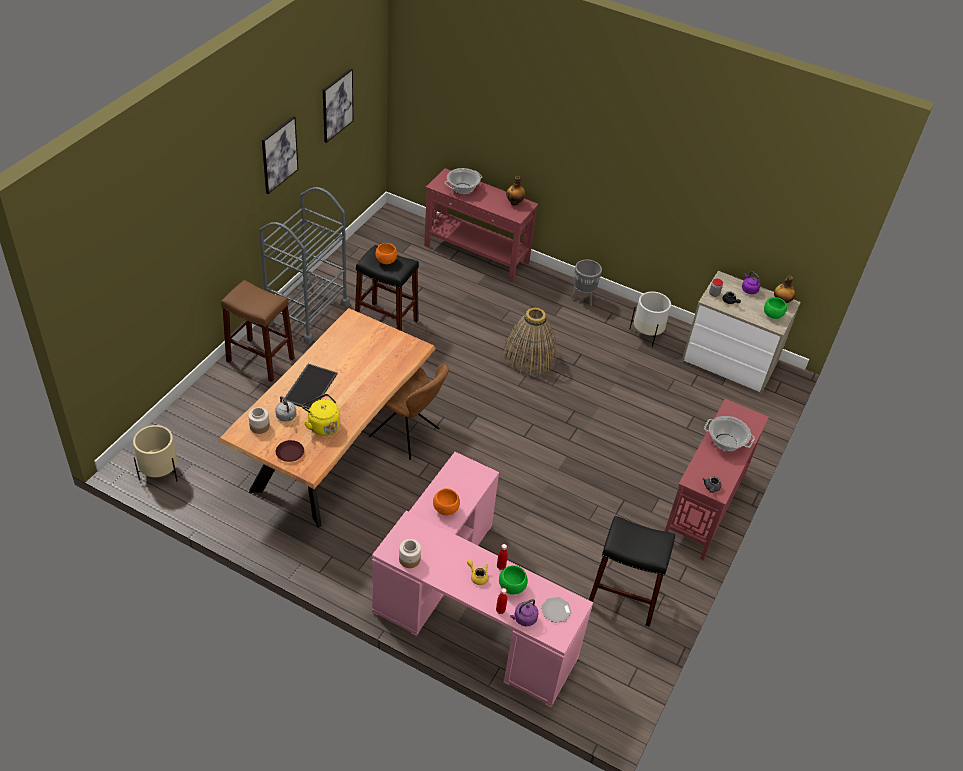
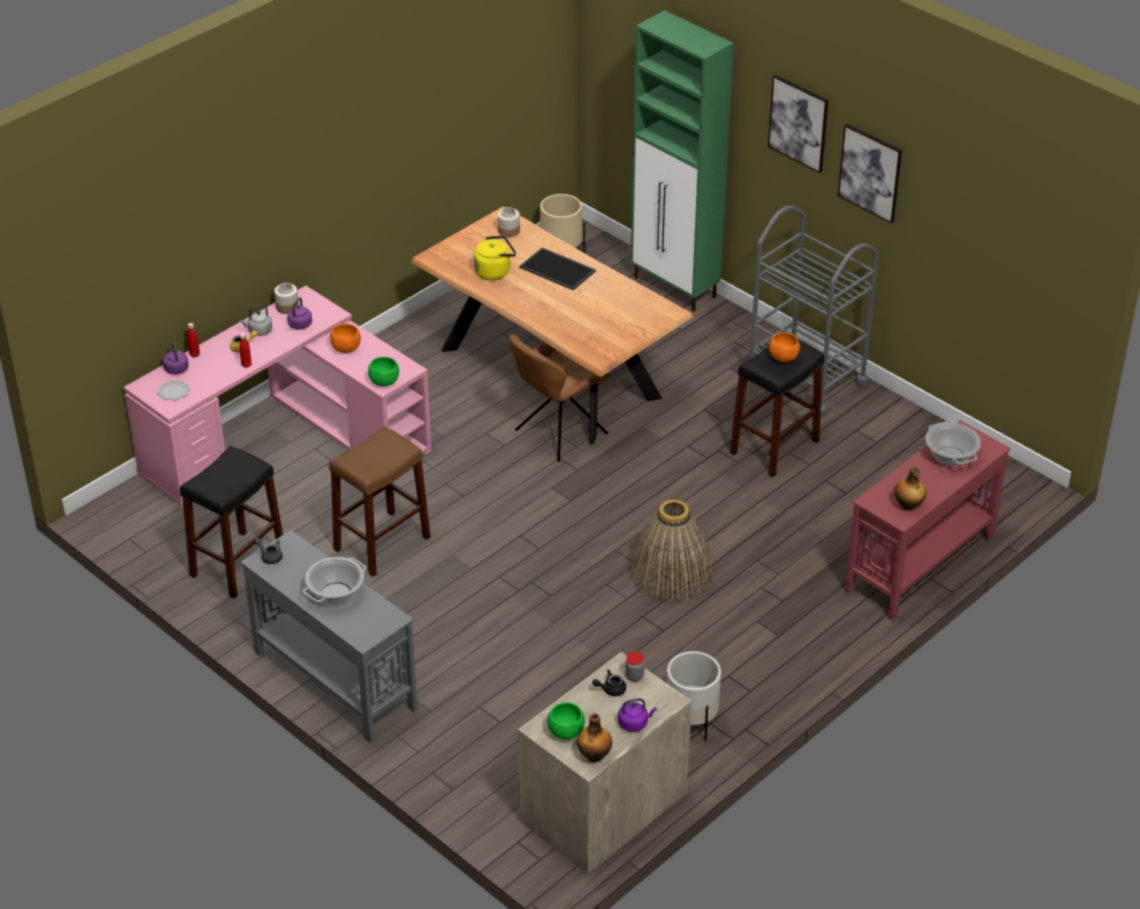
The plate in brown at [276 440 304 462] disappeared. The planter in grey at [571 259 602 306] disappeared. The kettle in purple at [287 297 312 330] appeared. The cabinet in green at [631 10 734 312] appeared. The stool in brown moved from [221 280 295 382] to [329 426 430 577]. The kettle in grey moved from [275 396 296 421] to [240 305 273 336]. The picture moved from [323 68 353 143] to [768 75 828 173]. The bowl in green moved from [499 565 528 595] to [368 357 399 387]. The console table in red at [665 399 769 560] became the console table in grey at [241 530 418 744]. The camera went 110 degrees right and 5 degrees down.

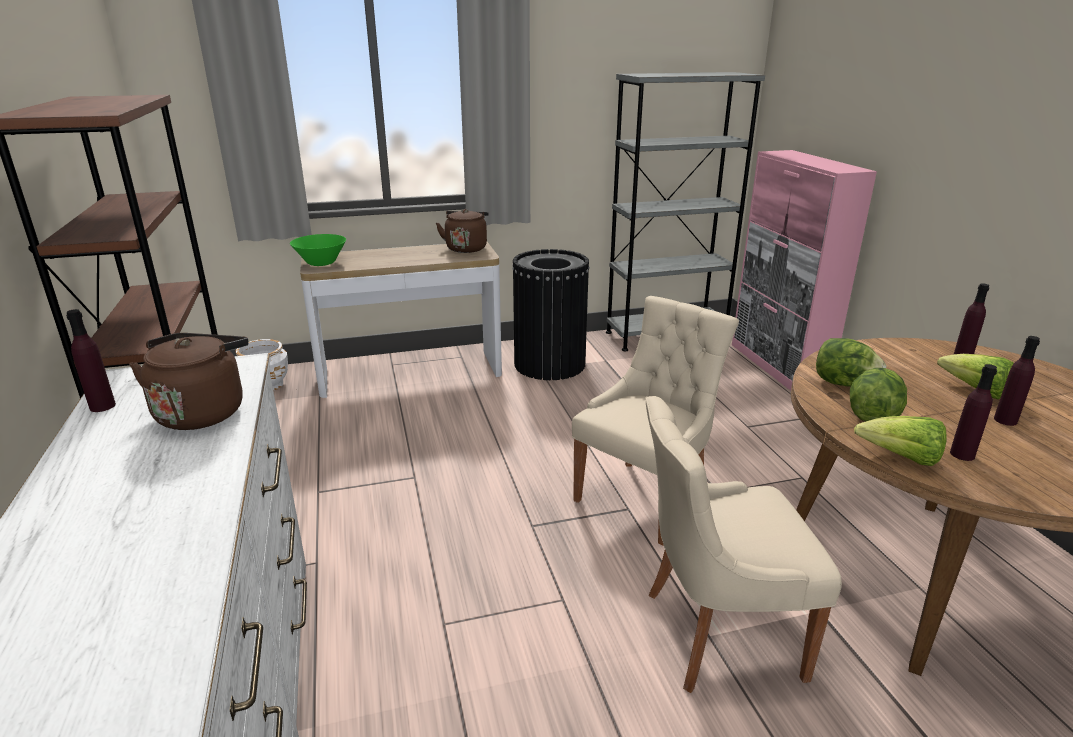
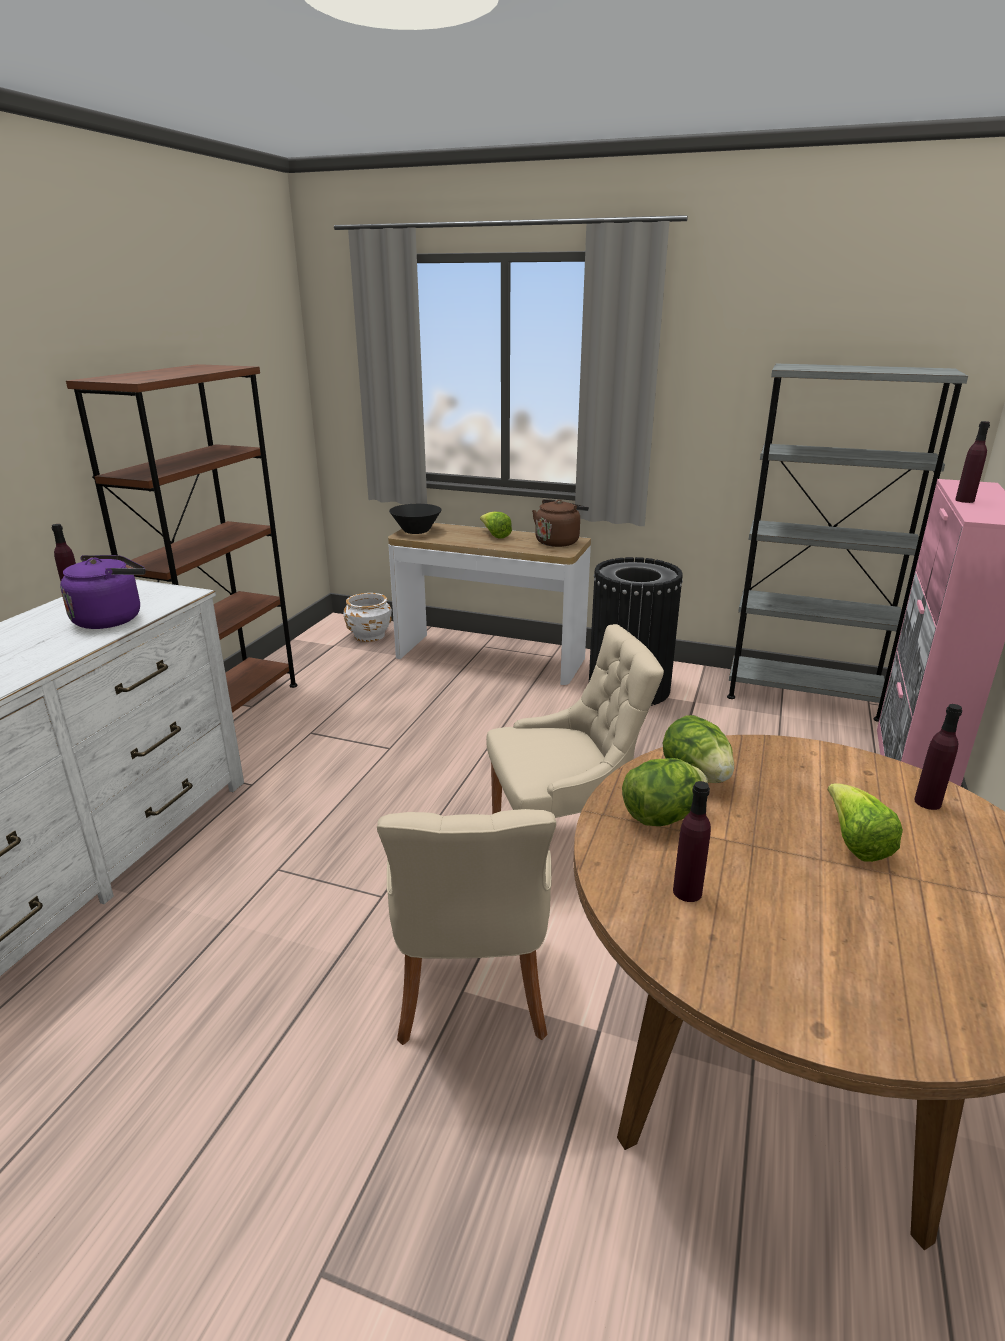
The lettuce moved from [854 416 947 466] to [480 512 512 539]. The bottle in purple moved from [994 336 1040 426] to [955 421 990 503]. The kettle in brown at [129 333 249 430] became the kettle in purple at [60 555 145 629]. The bowl in green at [290 234 346 266] became the bowl in black at [389 504 442 534]. The chair in beige at [645 396 842 693] turned 120 degrees counterclockwise. The camera went 35 degrees right and 0 degrees up.

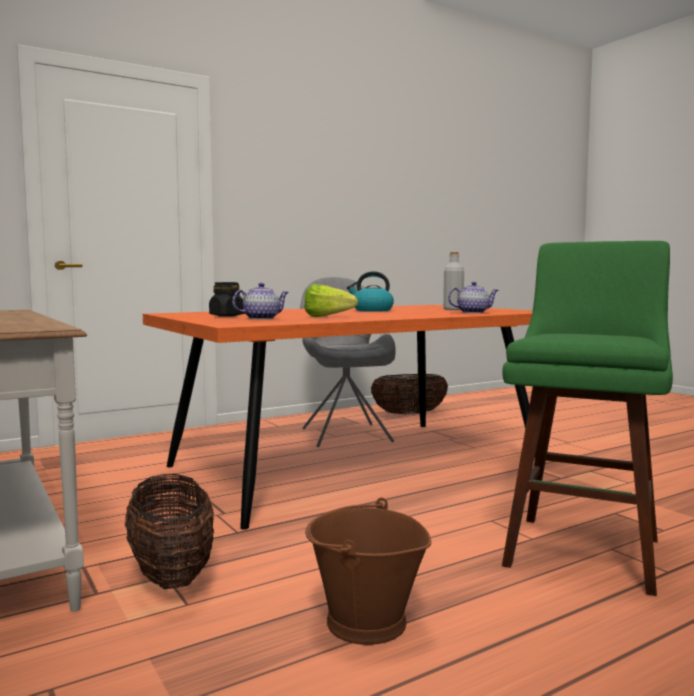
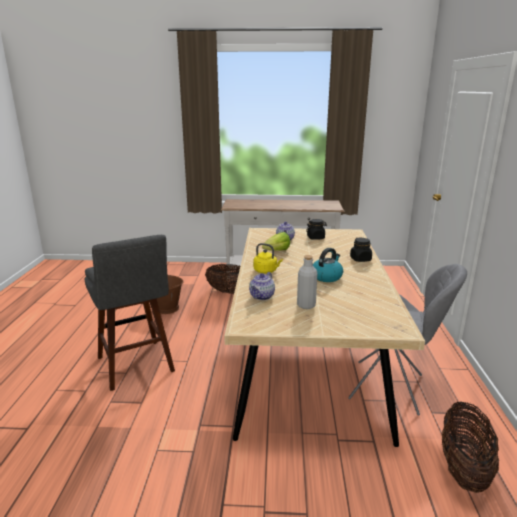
The kettle in yellow at [253 243 283 273] appeared. The jar in black at [350 238 372 262] appeared. The dining table in orange at [143 305 536 530] became the dining table in beige at [224 228 425 447]. The stool in green at [502 241 673 596] became the stool in grey at [85 235 175 391]. The camera went 125 degrees right and 15 degrees up.

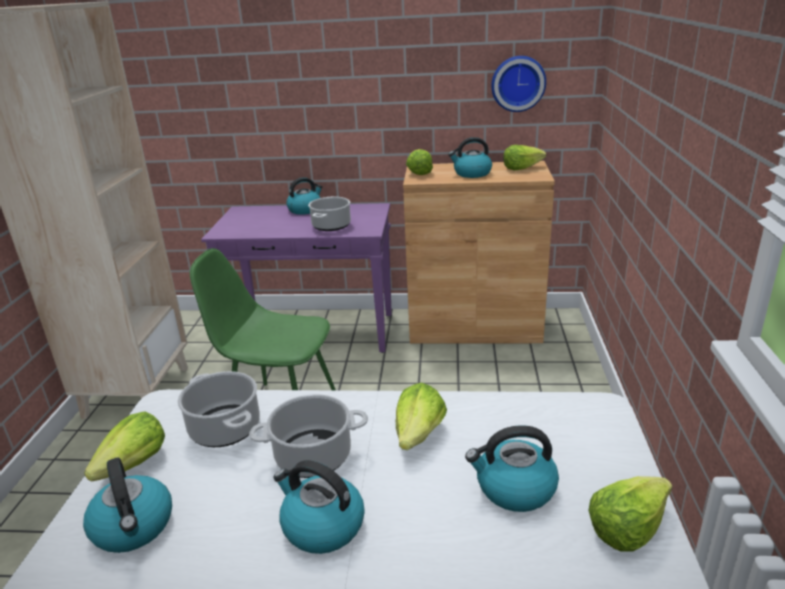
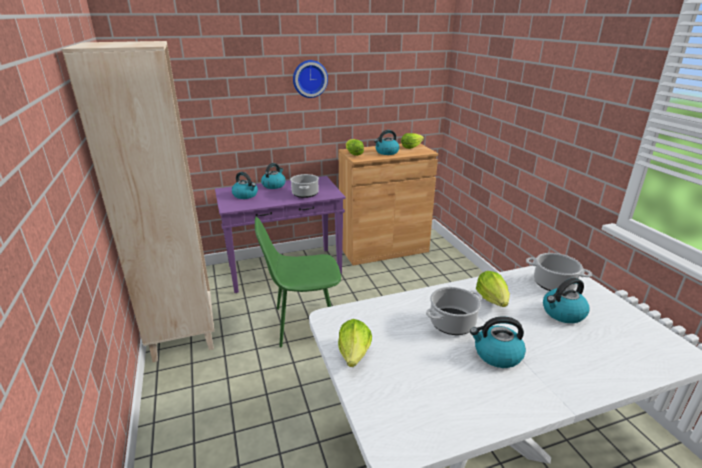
The lettuce at [588 476 672 552] disappeared. The kettle moved from [83 457 172 553] to [232 172 258 199]. The cooking pot moved from [178 371 260 447] to [526 253 592 291]. The wall clock moved from [491 56 546 112] to [293 60 328 98]. The camera went 25 degrees left and 0 degrees up.

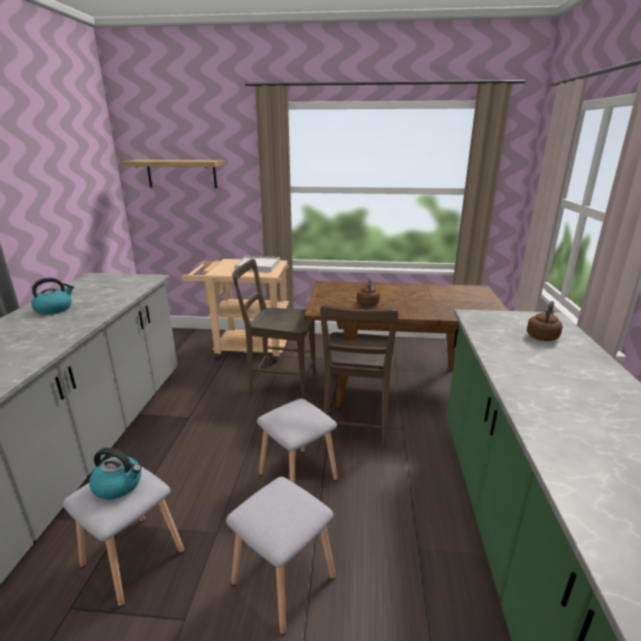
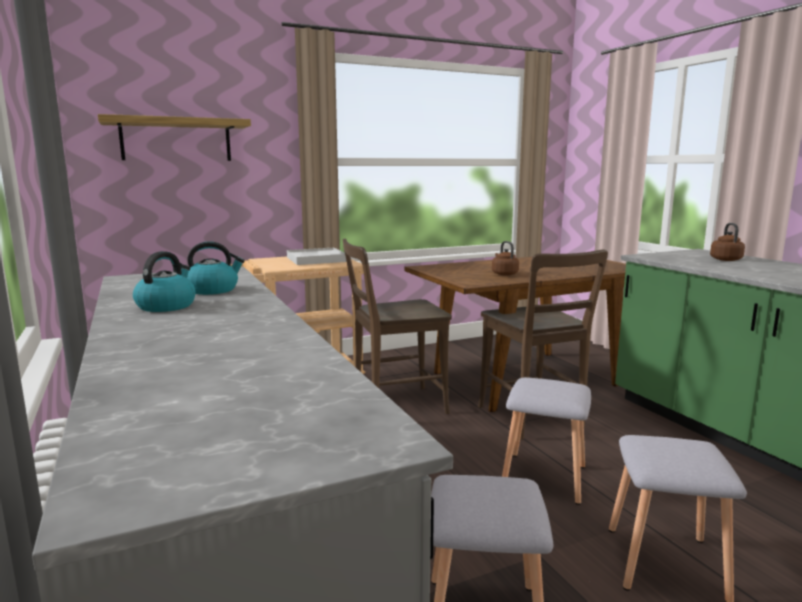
The kettle moved from [89 447 141 500] to [187 241 245 295]. The camera went 30 degrees left and 10 degrees down.

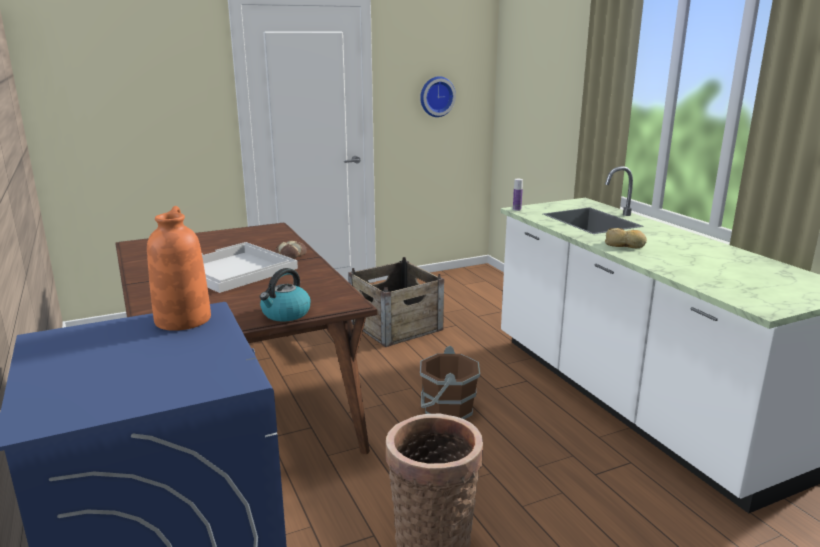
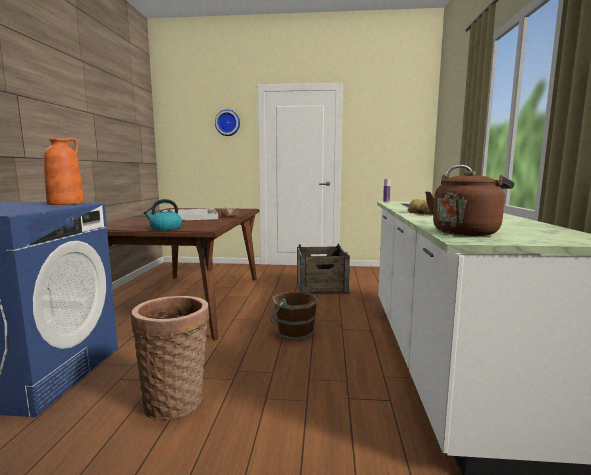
The kettle in brown at [425 171 515 236] appeared. The wall clock moved from [420 76 456 117] to [215 109 240 136]. The camera went 30 degrees right and 10 degrees down.

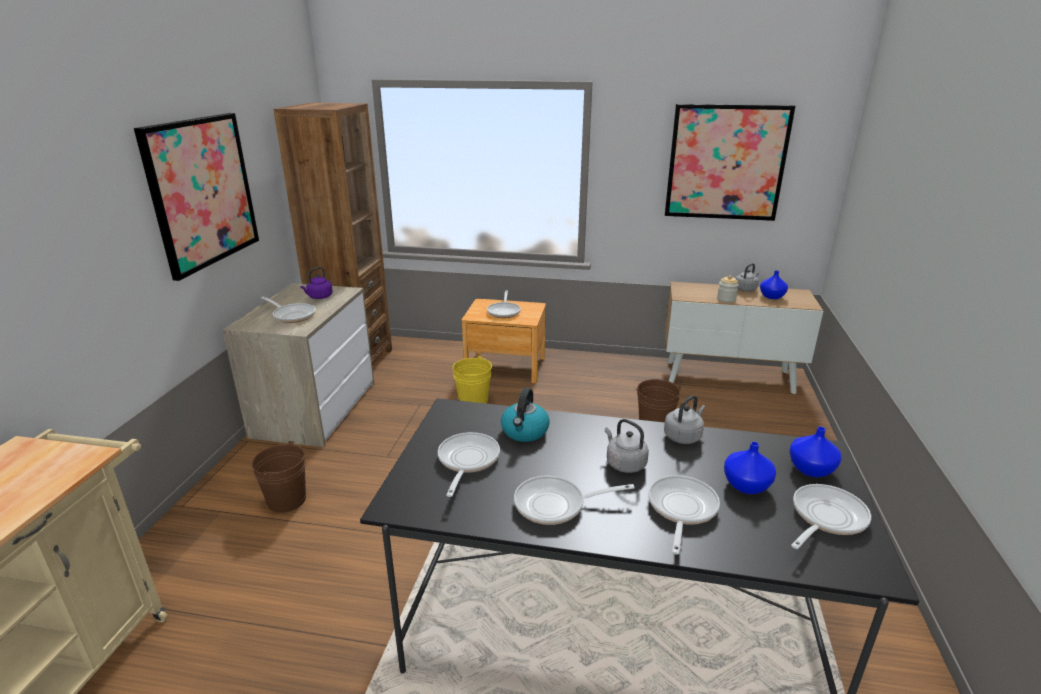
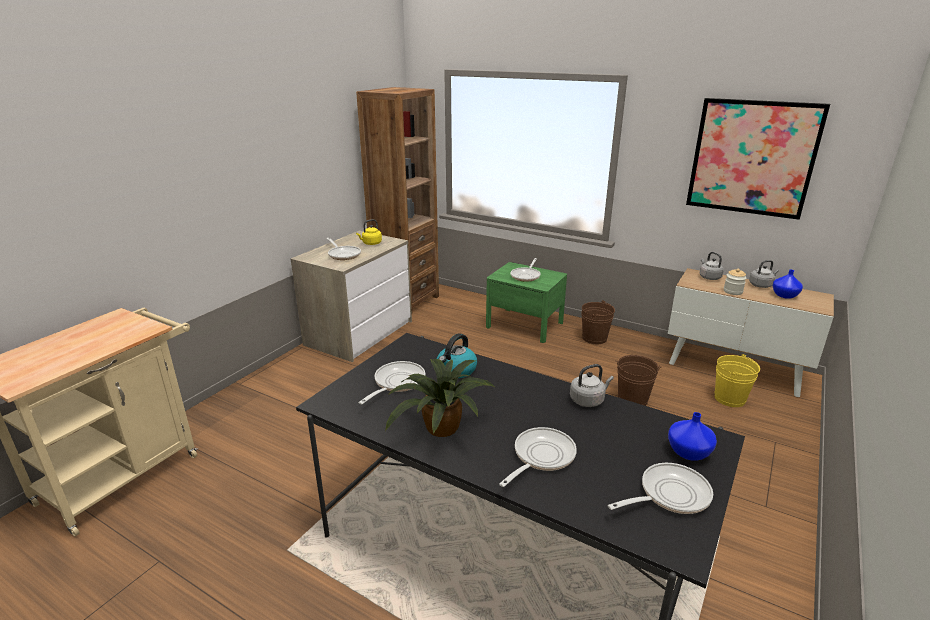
The picture at [134 113 259 281] disappeared. The vase in blue at [724 442 776 494] disappeared. The bucket in brown moved from [252 441 306 513] to [581 300 615 344]. The bucket in yellow moved from [453 355 492 404] to [715 354 760 407]. The kettle in grey moved from [605 419 649 473] to [700 252 724 280]. The frying pan at [514 476 635 525] was replaced by the potted plant at [385 359 497 437]. The kettle in purple at [300 267 333 299] became the kettle in yellow at [356 219 382 245]. The nightstand in brown at [462 299 546 384] became the nightstand in green at [486 262 567 343]. The camera went 20 degrees right and 0 degrees up.

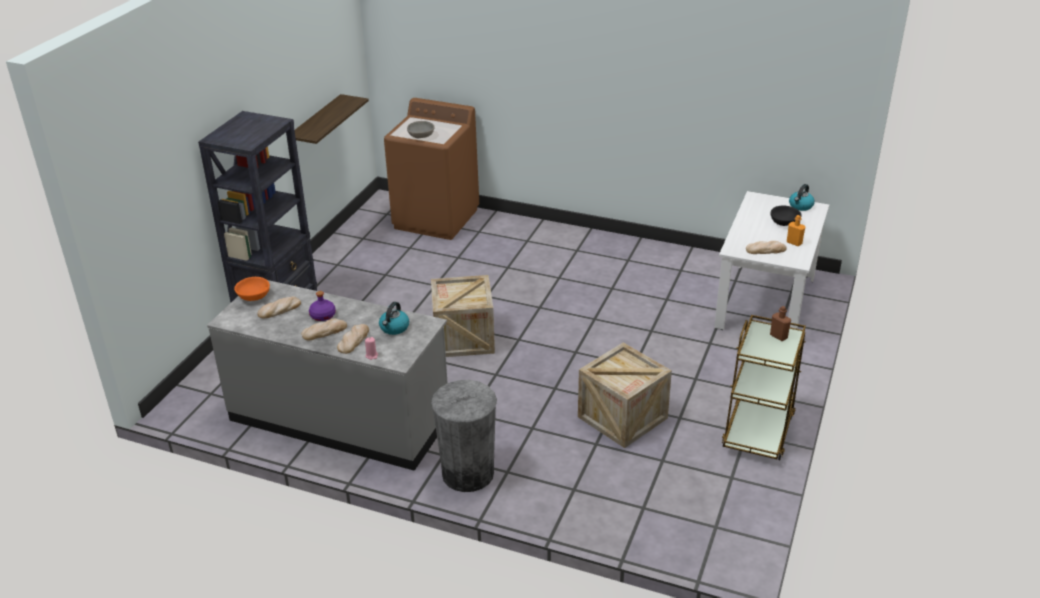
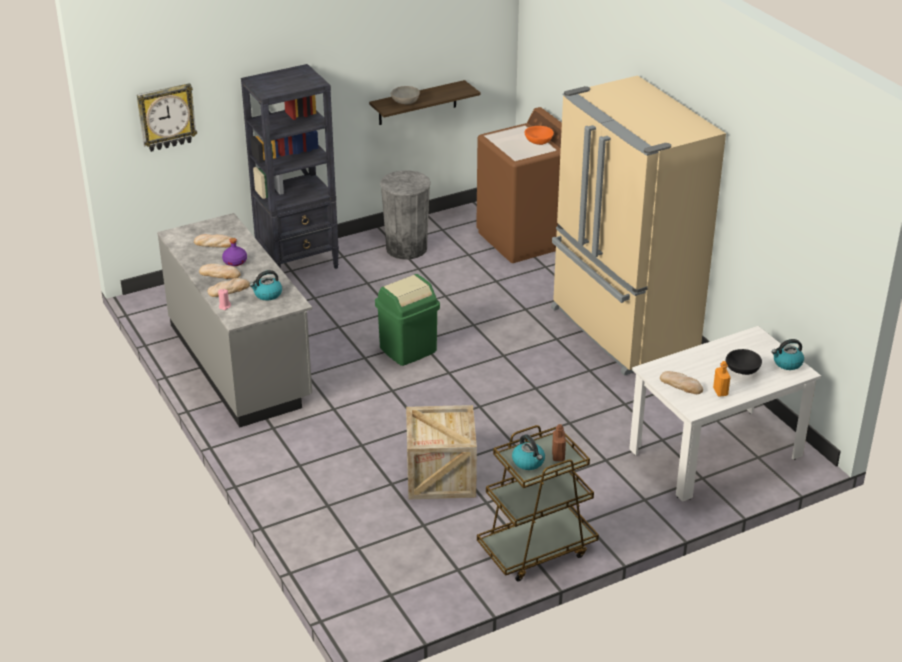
The wall clock at [137 83 197 152] appeared. The kettle at [512 434 545 470] appeared. The fridge in beige at [551 75 726 376] appeared. The bowl in orange moved from [234 277 270 301] to [524 126 554 145]. The bowl in grey moved from [407 121 434 138] to [391 86 420 104]. The trash can in grey moved from [431 380 497 492] to [380 170 431 259]. The crate at [431 275 495 357] was replaced by the trash can in green at [375 274 440 366]. The camera went 40 degrees right and 0 degrees up.

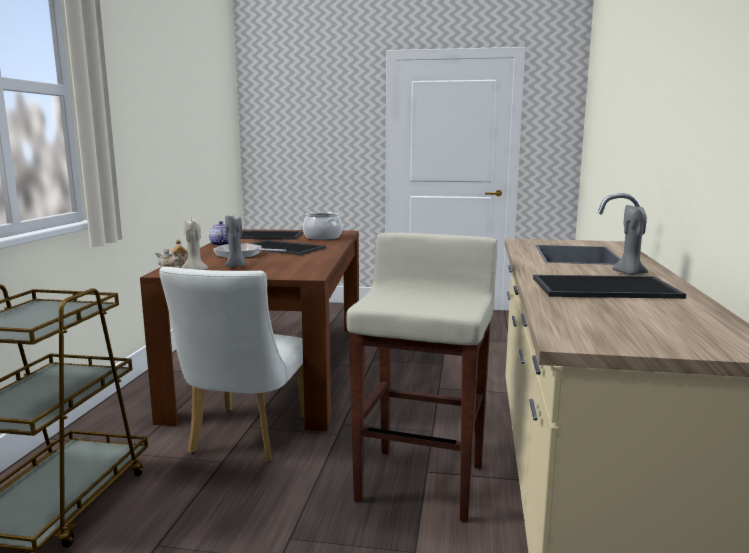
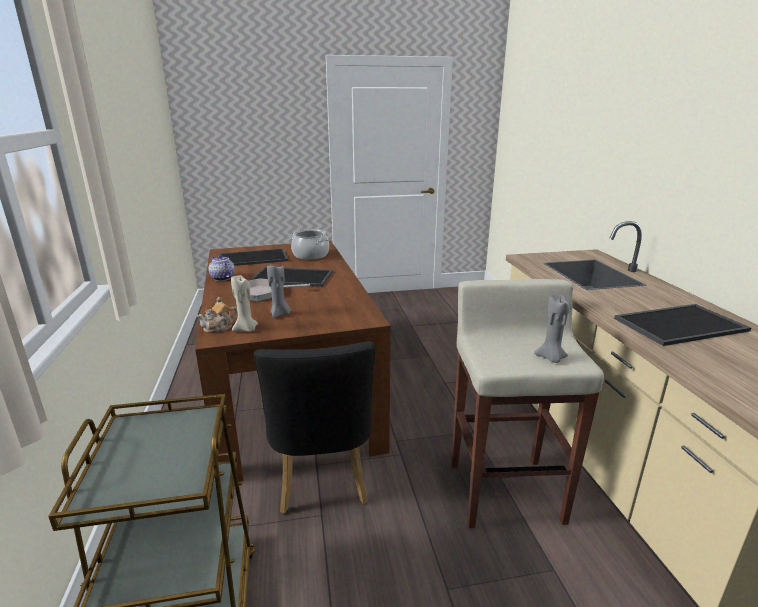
The candle in grey moved from [612 205 648 275] to [534 295 570 363]. The chair in white at [159 266 305 462] became the chair in black at [254 341 375 513]. The camera went 20 degrees left and 10 degrees up.

